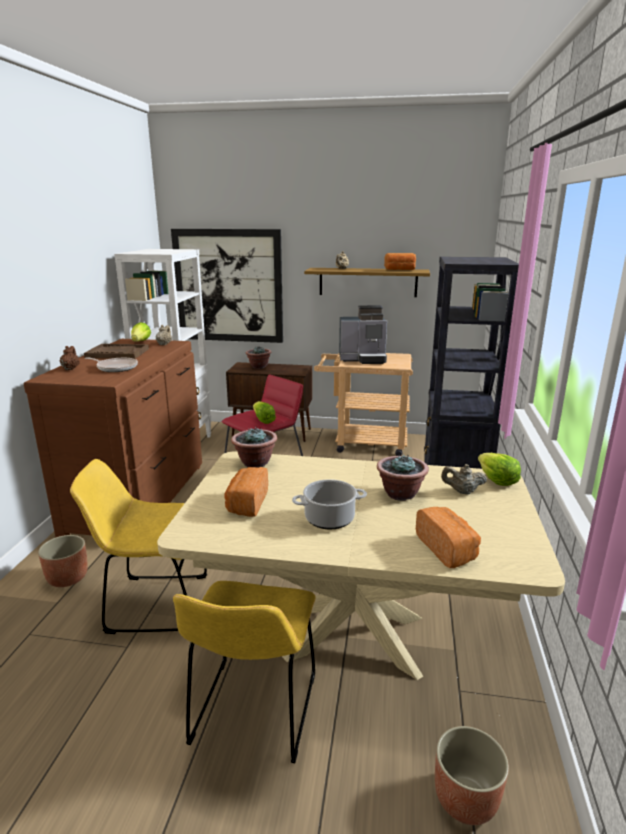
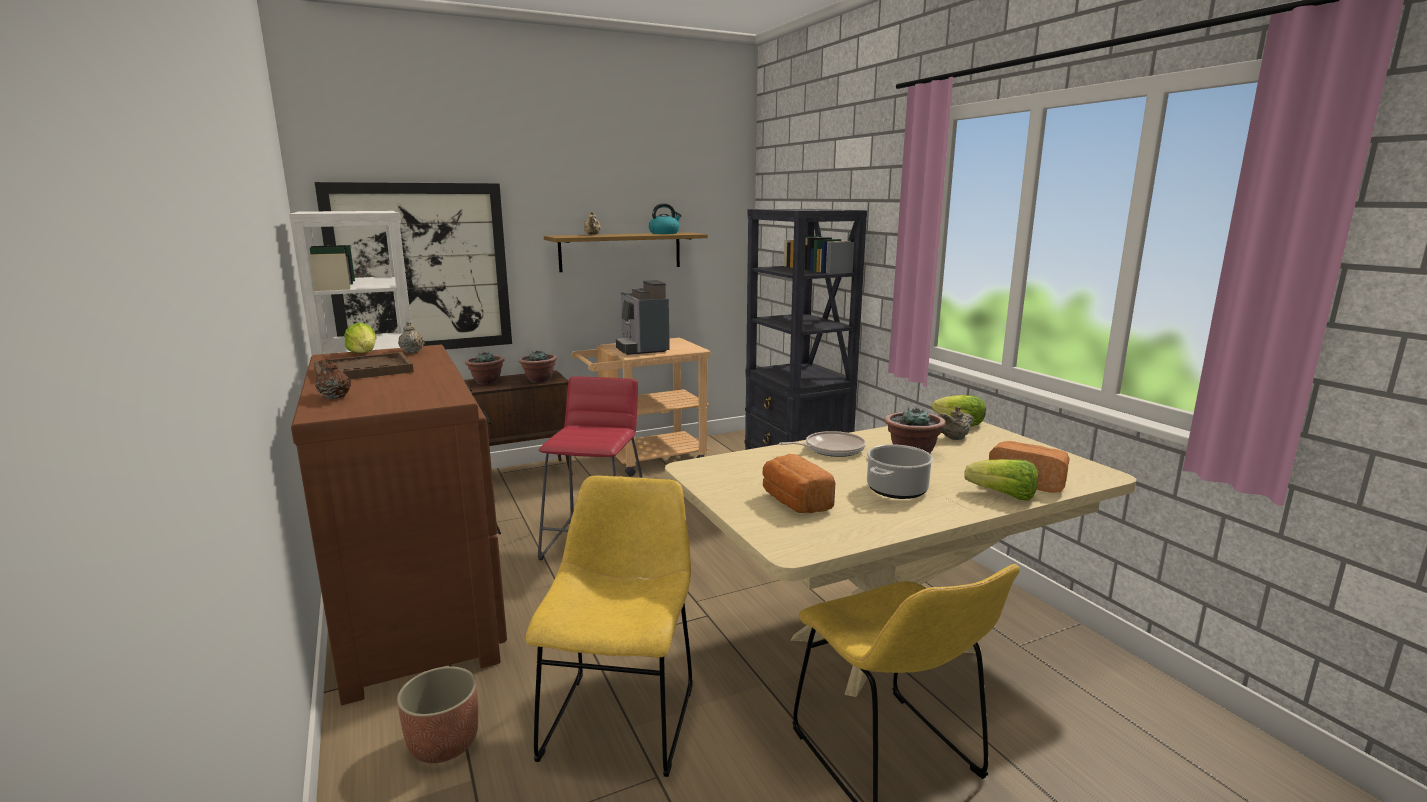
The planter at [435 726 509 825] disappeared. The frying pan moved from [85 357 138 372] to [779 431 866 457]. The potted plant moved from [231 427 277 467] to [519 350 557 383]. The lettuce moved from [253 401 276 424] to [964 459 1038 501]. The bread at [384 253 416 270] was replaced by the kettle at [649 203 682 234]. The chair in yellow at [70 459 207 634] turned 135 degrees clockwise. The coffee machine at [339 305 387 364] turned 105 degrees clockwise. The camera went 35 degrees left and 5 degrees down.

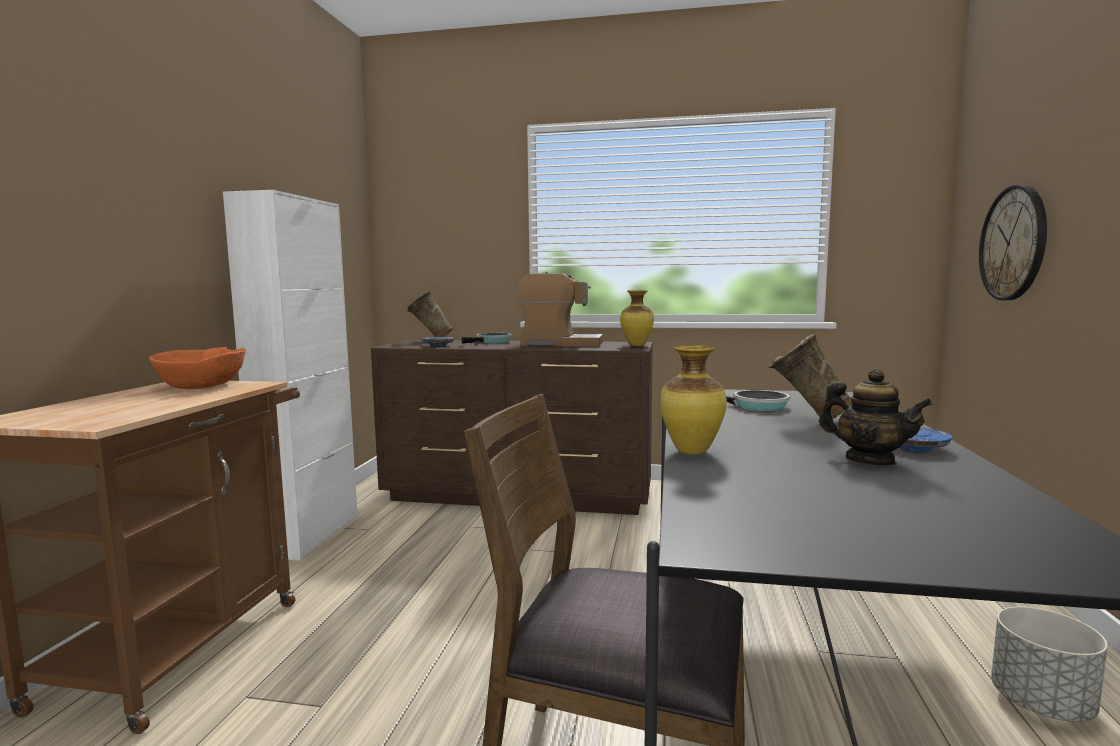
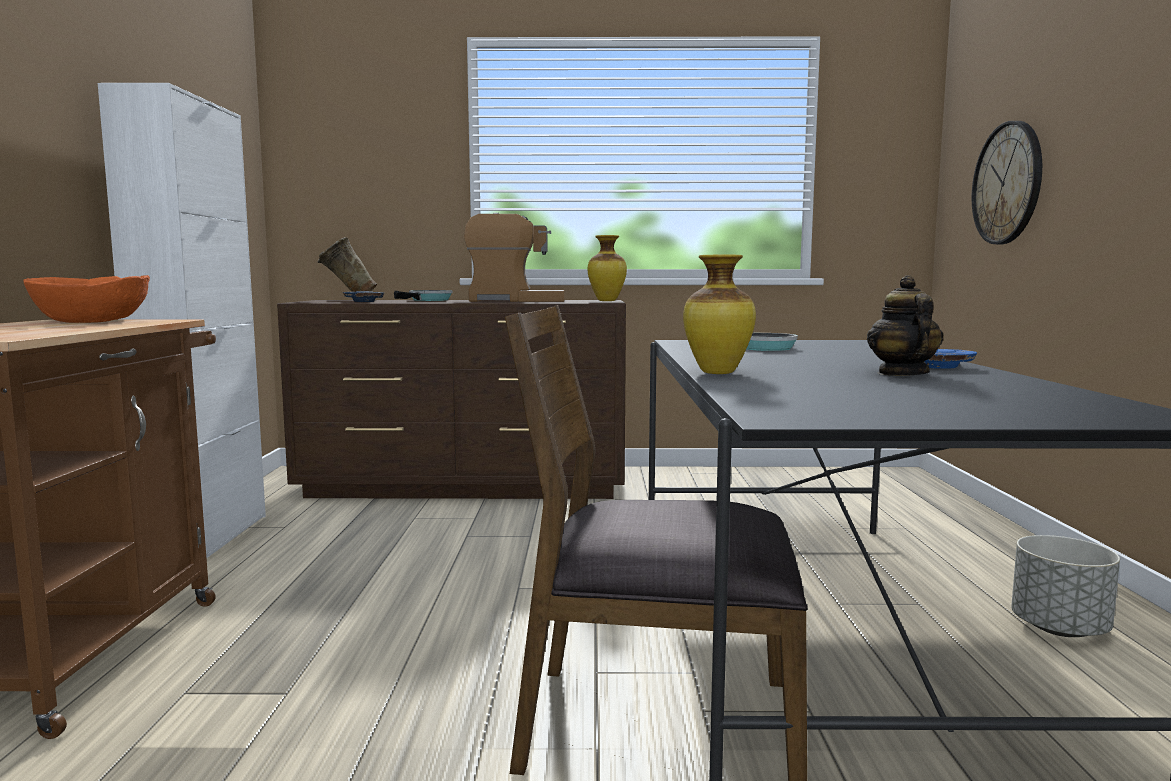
The vase in beige at [769 334 852 419] disappeared. The teapot at [819 369 932 465] turned 120 degrees counterclockwise. The camera went 10 degrees left and 0 degrees up.

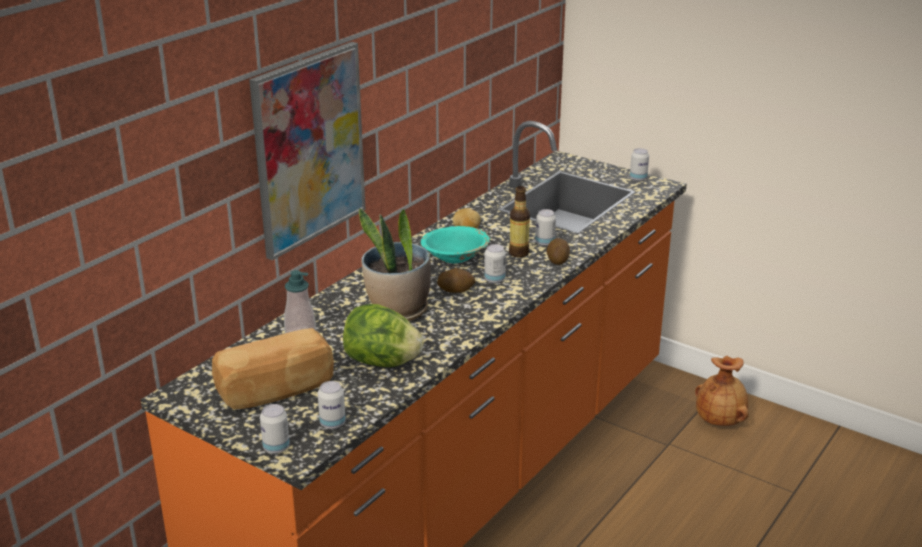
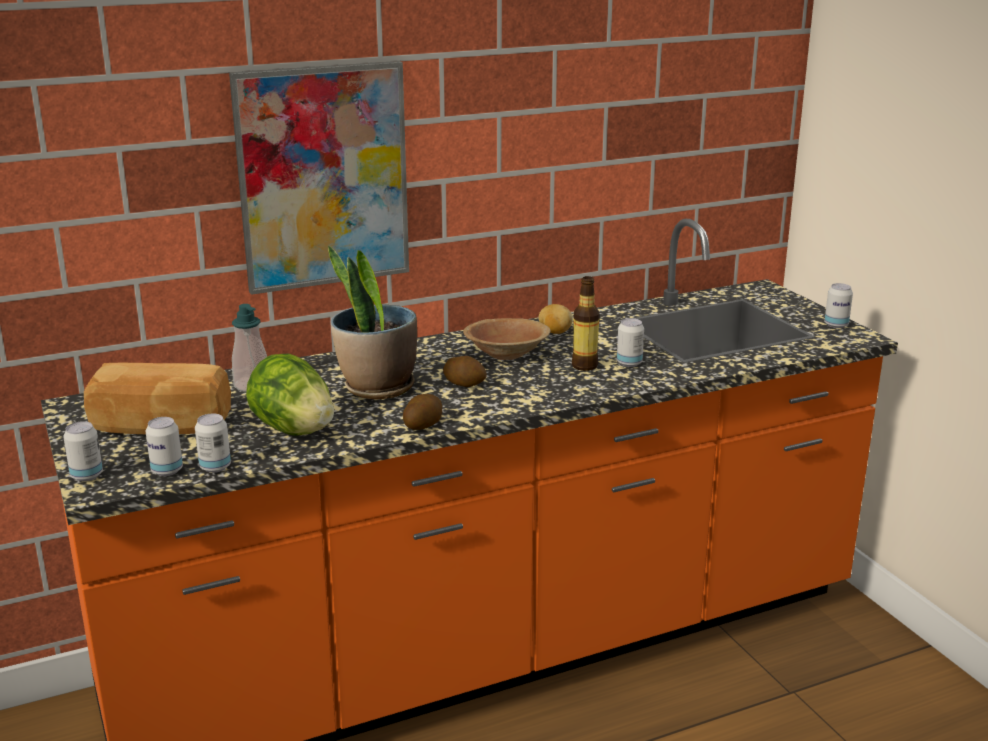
The vase in brown at [695 356 748 426] disappeared. The can moved from [484 244 506 284] to [195 414 231 473]. The potato moved from [546 238 570 265] to [403 394 442 430]. The bowl in turquoise at [421 226 490 264] became the bowl in brown at [463 318 551 360]. The camera went 30 degrees right and 5 degrees down.

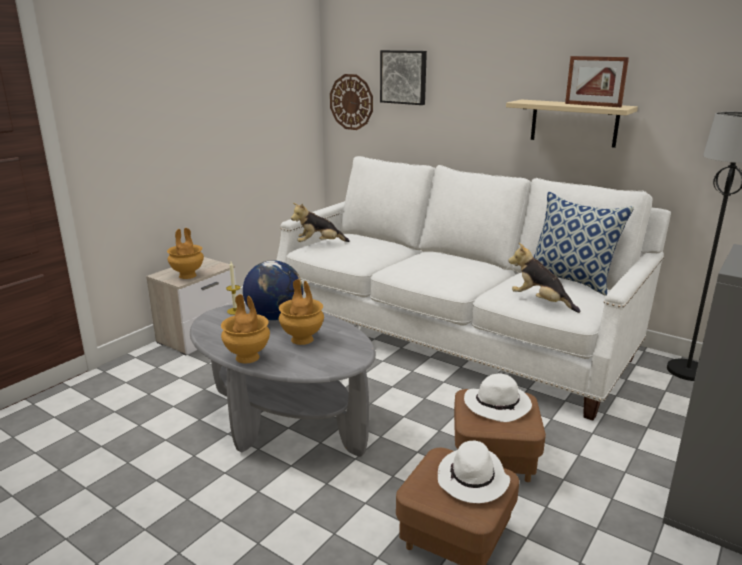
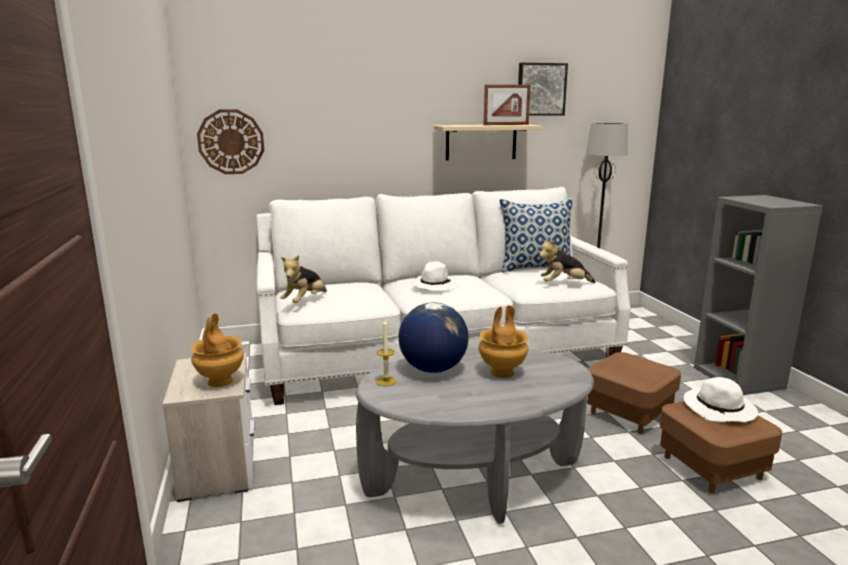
The vase in brown at [221 294 270 363] disappeared. The picture moved from [380 50 427 105] to [518 63 568 116]. The hat in white moved from [464 373 532 422] to [411 262 458 290]. The camera went 50 degrees left and 5 degrees down.

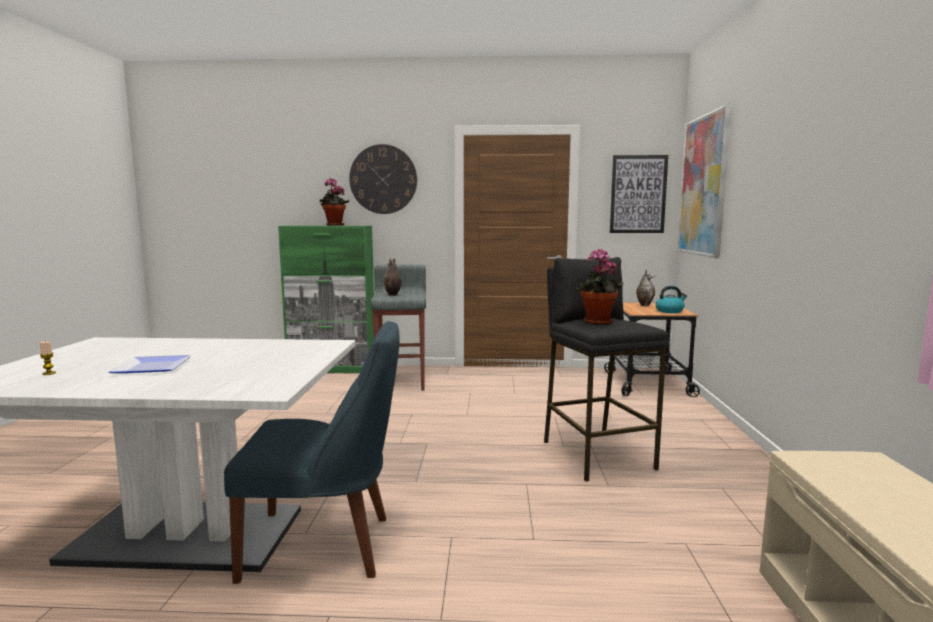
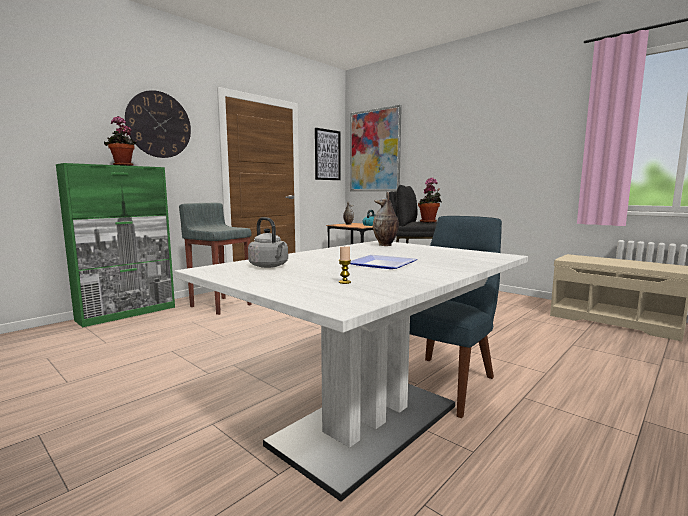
The kettle in grey at [248 217 288 268] appeared. The vase moved from [383 258 402 296] to [373 192 399 246]. The camera went 50 degrees left and 0 degrees up.

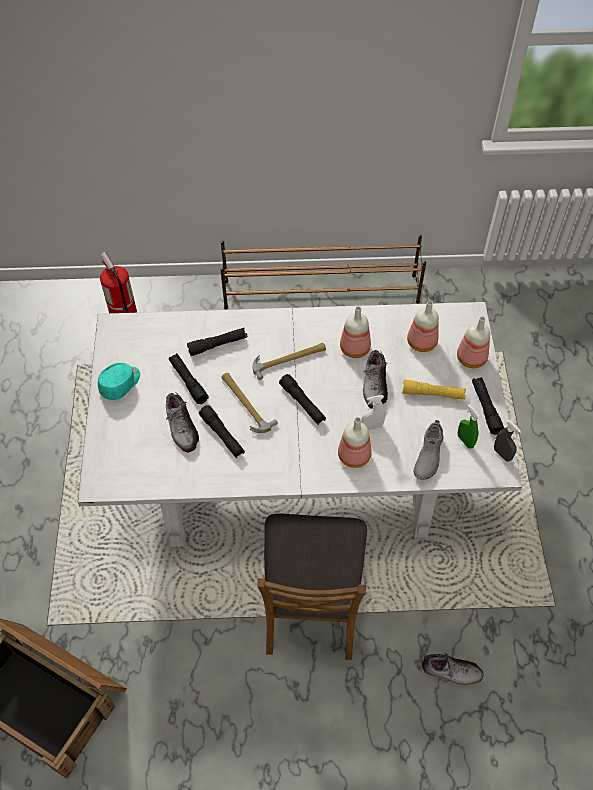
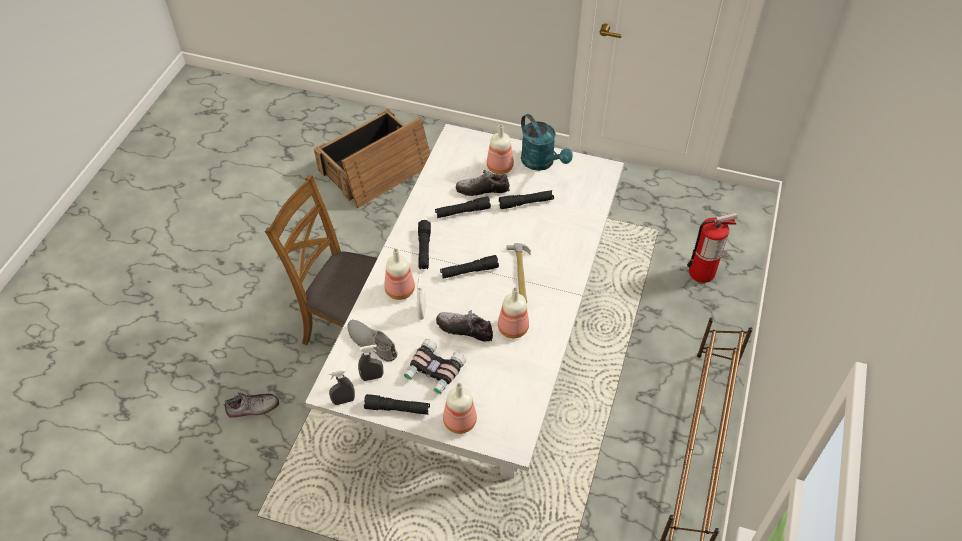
The hammer at [222 373 278 433] disappeared. The flashlight in black moved from [187 328 247 356] to [418 220 431 269]. The bottle moved from [407 300 439 352] to [487 125 514 174]. The cap in turquoise at [98 363 140 400] was replaced by the watering can in turquoise at [521 114 573 171]. The flashlight in yellow at [403 380 466 400] was replaced by the binoculars at [404 339 466 394]. The spray bottle in green at [458 404 480 449] became the spray bottle in grey at [358 345 383 381]. The shoe at [422 652 483 685] turned 135 degrees counterclockwise. The camera went 110 degrees right and 5 degrees down.

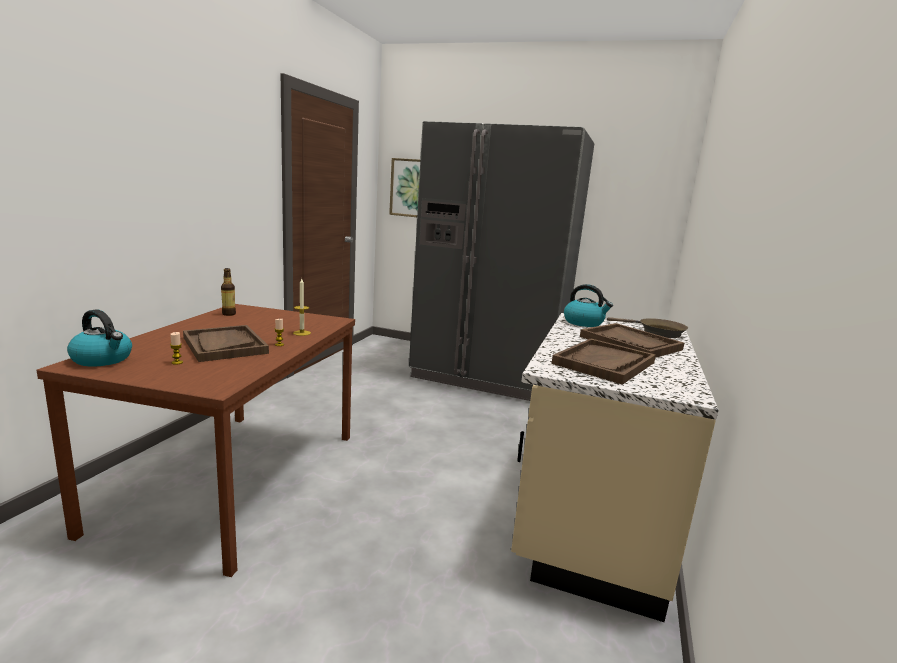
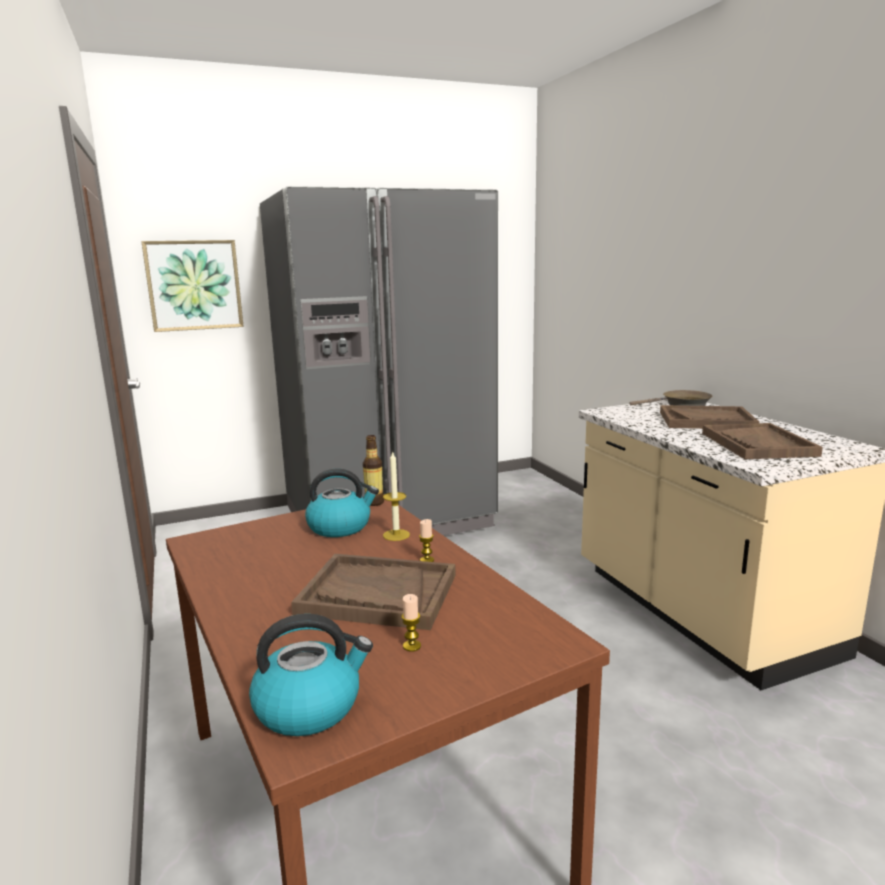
The bottle moved from [221 268 236 316] to [363 435 384 506]. The kettle moved from [564 284 613 327] to [305 468 379 537]. The camera went 40 degrees left and 0 degrees up.

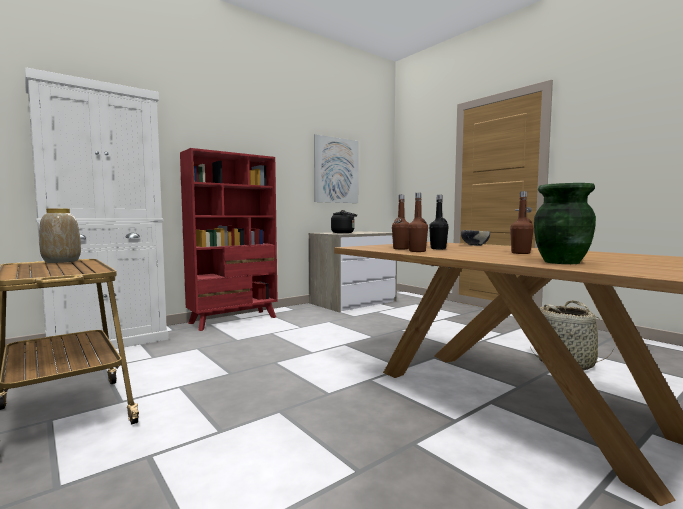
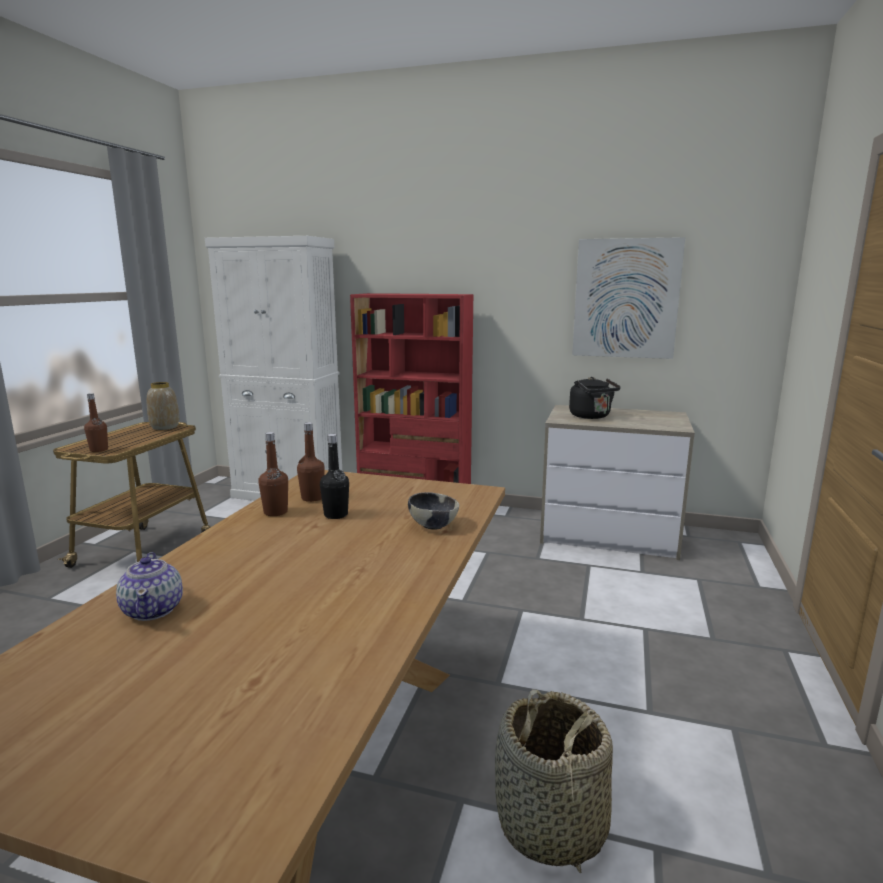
The bottle in brown moved from [510 191 534 254] to [84 393 108 452]. The vase in green at [534 183 596 264] was replaced by the teapot at [116 552 183 621]. The camera went 55 degrees right and 10 degrees up.

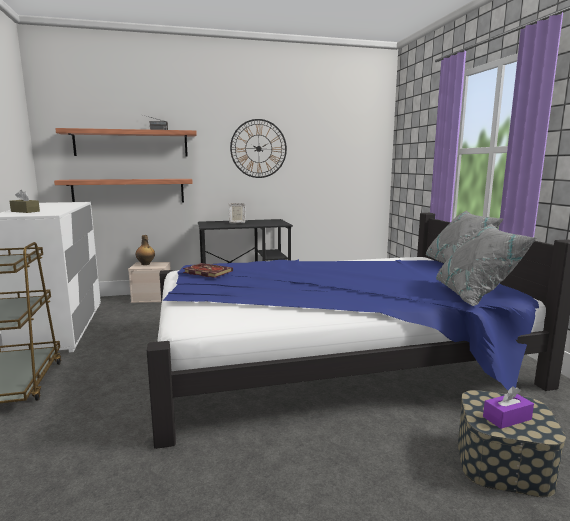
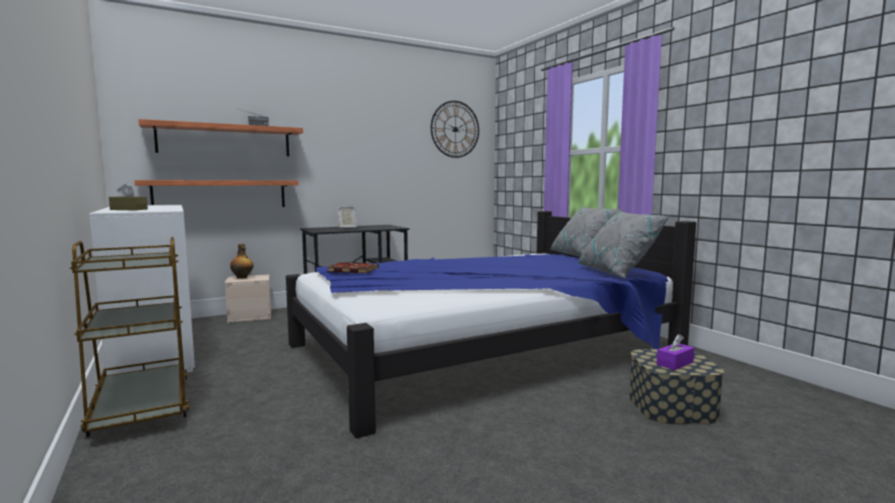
The wall clock moved from [230 119 287 178] to [431 101 479 158]. The camera went 15 degrees left and 5 degrees down.

